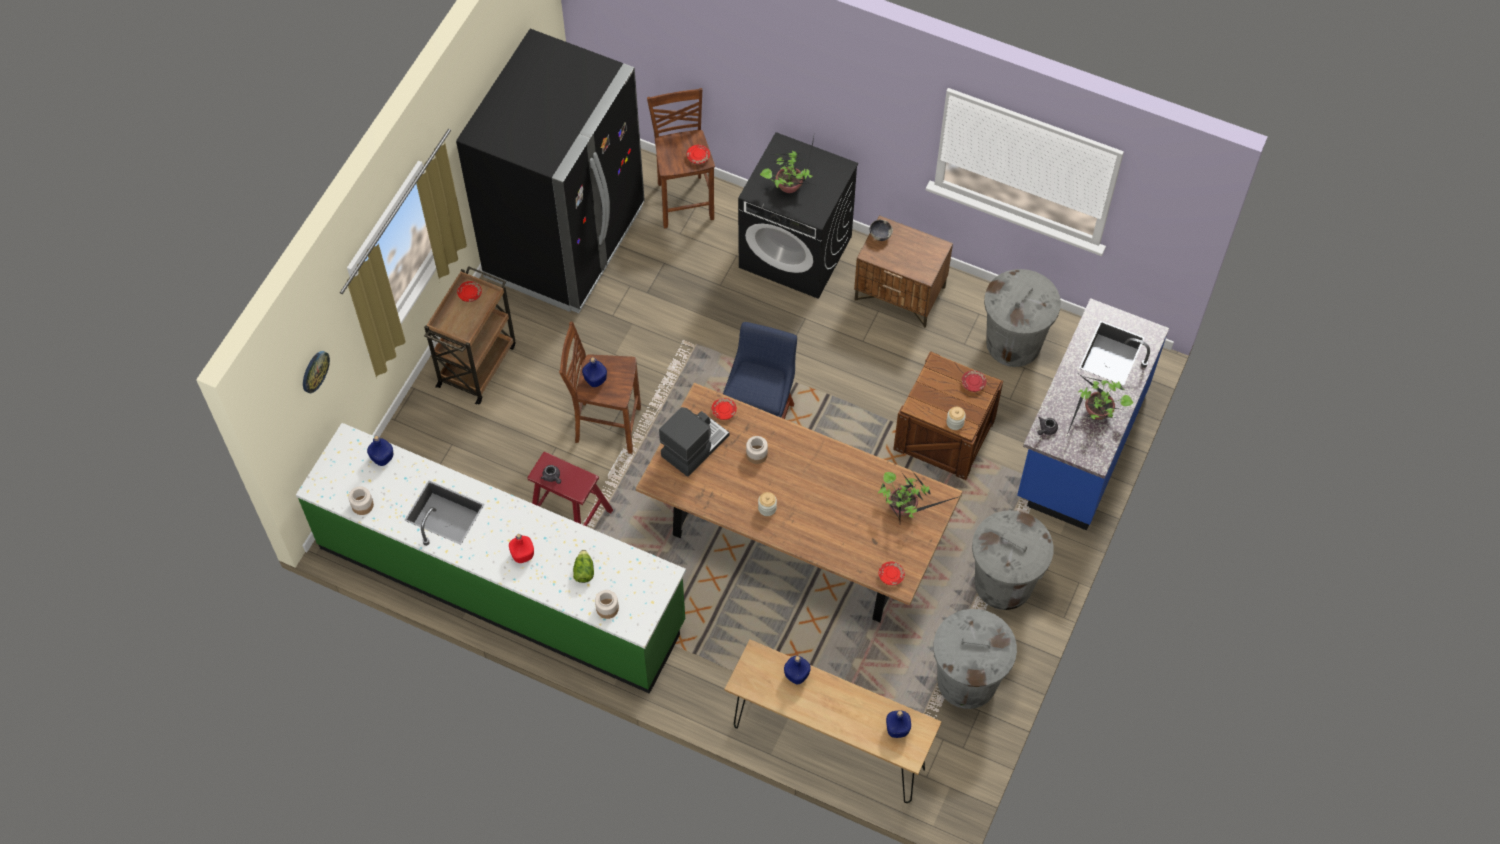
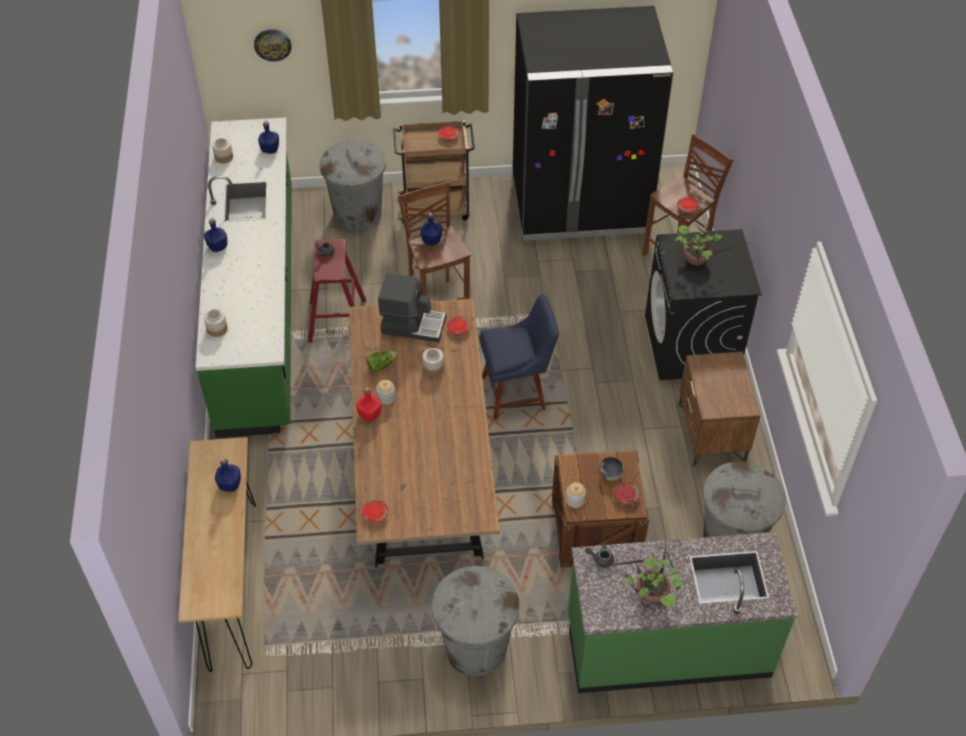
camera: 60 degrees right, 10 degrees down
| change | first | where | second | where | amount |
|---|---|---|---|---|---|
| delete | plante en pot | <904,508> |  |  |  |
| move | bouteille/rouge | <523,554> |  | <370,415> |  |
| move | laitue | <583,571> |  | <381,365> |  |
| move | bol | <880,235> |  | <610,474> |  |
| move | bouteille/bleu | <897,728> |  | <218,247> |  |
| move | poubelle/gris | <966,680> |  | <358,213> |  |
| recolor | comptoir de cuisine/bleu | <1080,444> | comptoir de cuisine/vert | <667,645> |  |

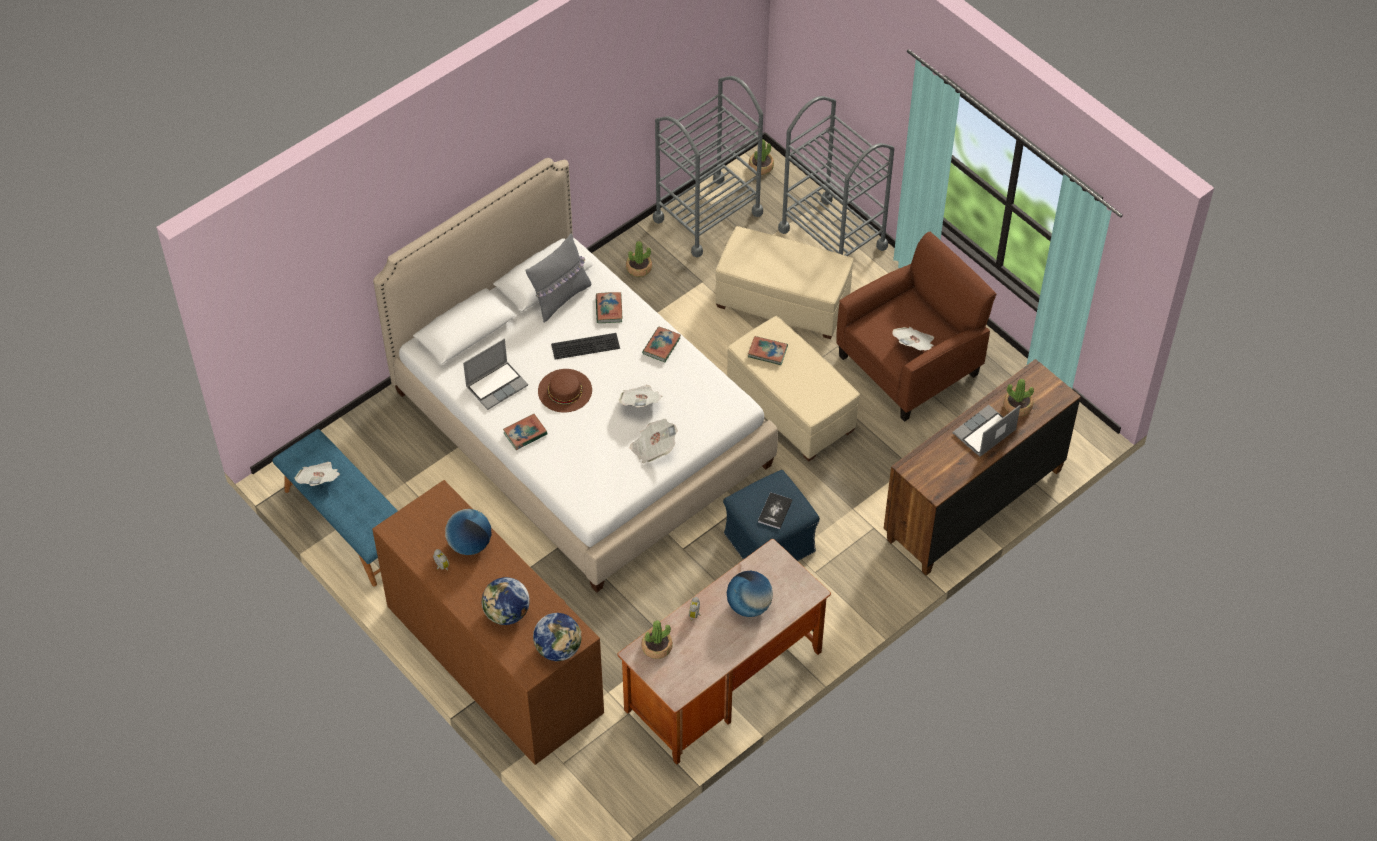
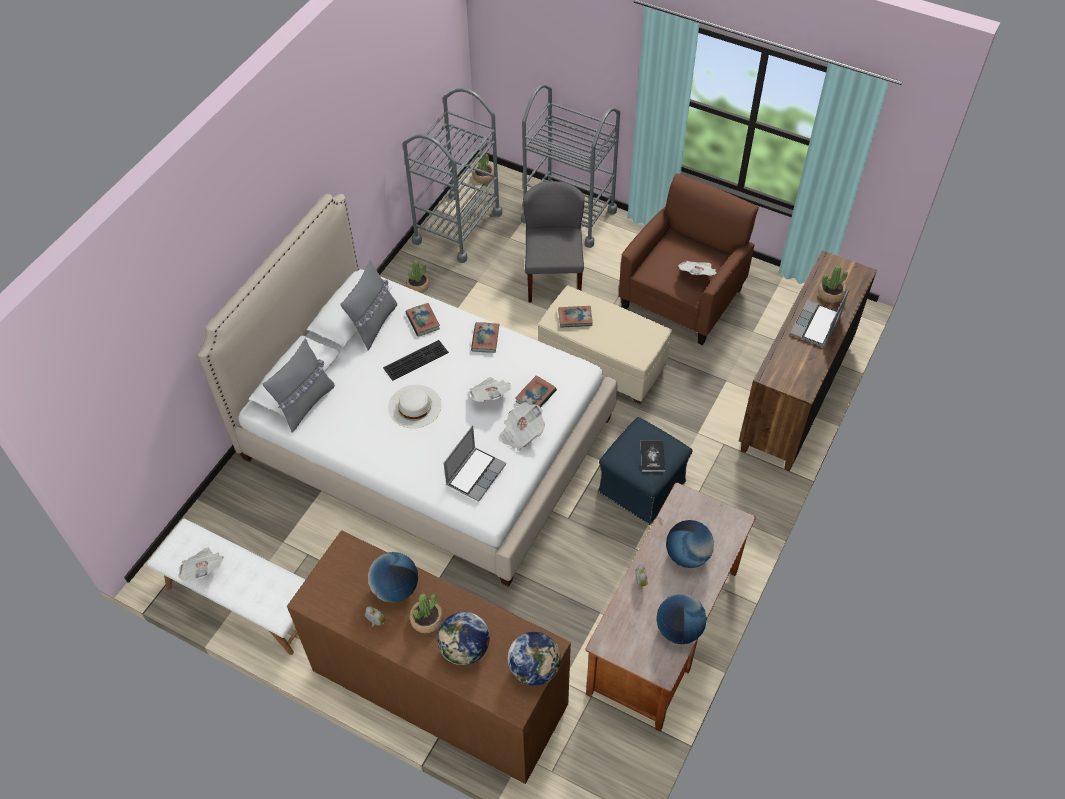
camera: 20 degrees left, 0 degrees up
| change | first | where | second | where | amount |
|---|---|---|---|---|---|
| insert |  |  | coussin/gris | <305,404> |  |
| insert |  |  | globe | <679,629> |  |
| move | ordinateur portable | <497,385> |  | <475,474> |  |
| move | livre | <525,434> |  | <535,396> |  |
| move | plante en pot | <657,647> |  | <427,619> |  |
| replace | pouf/beige | <783,302> | chaise/gris | <553,278> |  |
| recolor | banc/bleu | <347,524> | banc/blanc | <242,601> |  |
| recolor | chapeau/marron | <565,390> | chapeau/blanc | <414,406> |  |

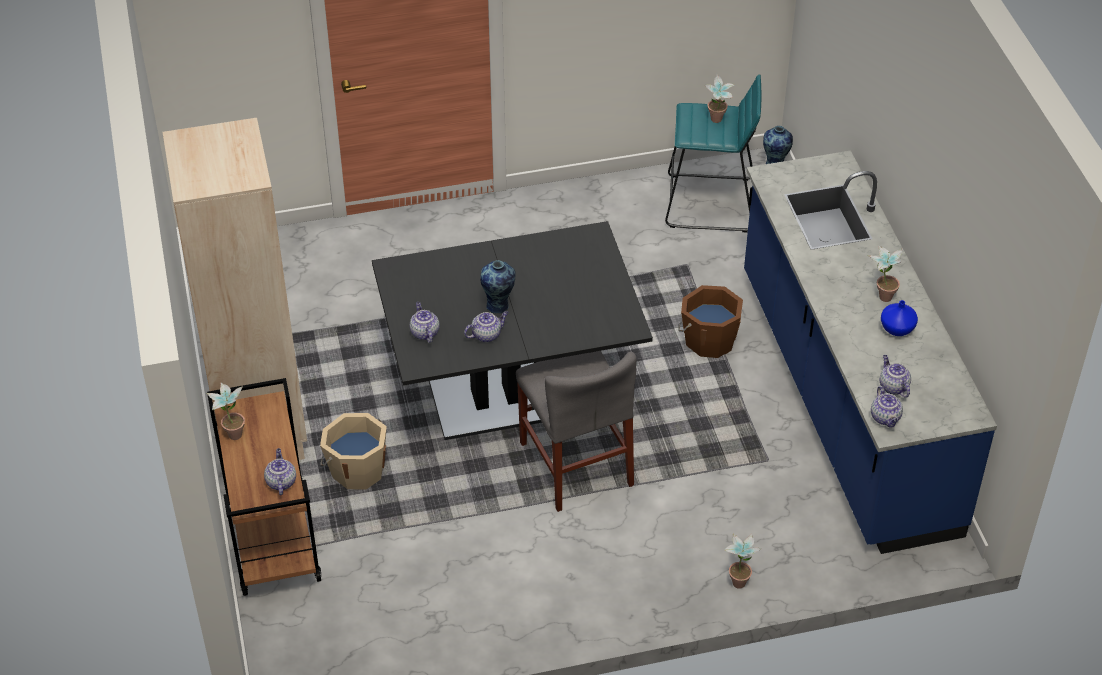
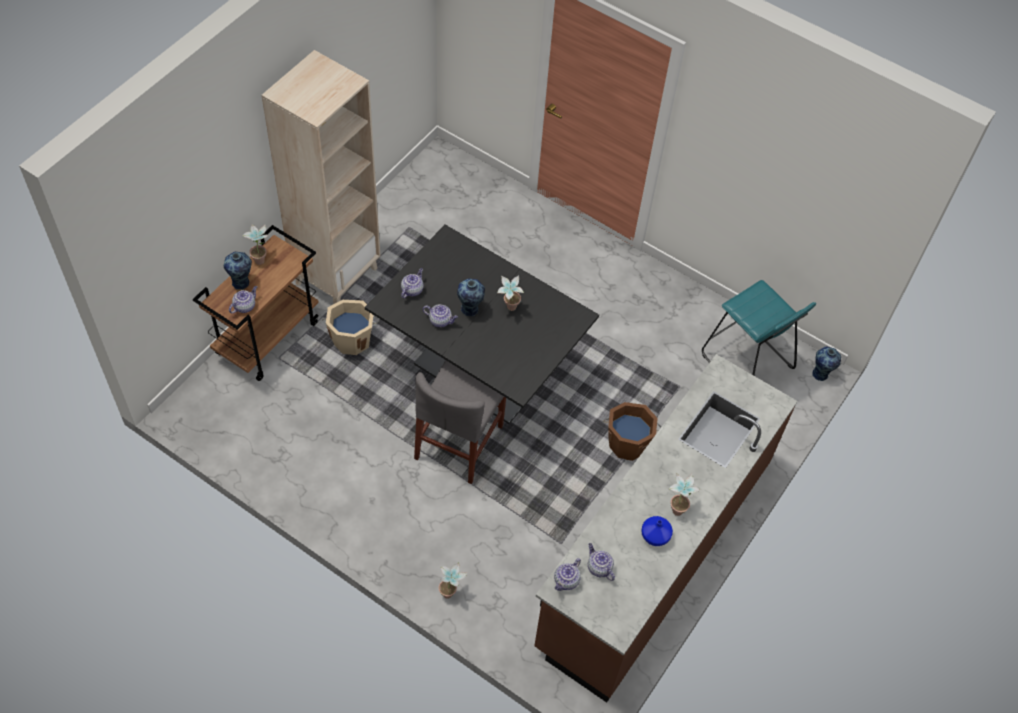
camera: 45 degrees right, 10 degrees up
| change | first | where | second | where | amount |
|---|---|---|---|---|---|
| insert |  |  | vase | <241,283> |  |
| move | plante en pot | <717,122> |  | <509,309> |  |
| recolor | comptoir de cuisine/bleu | <844,402> | comptoir de cuisine/marron | <653,554> |  |
| rotate | théière | <893,386> |  | <599,567> | 60 degrees counterclockwise |

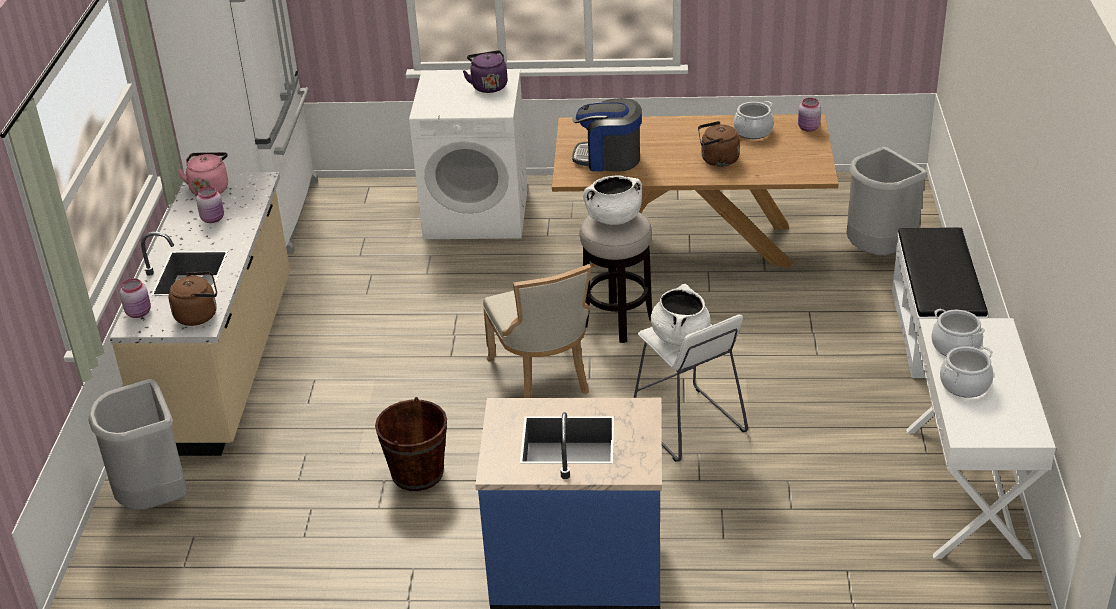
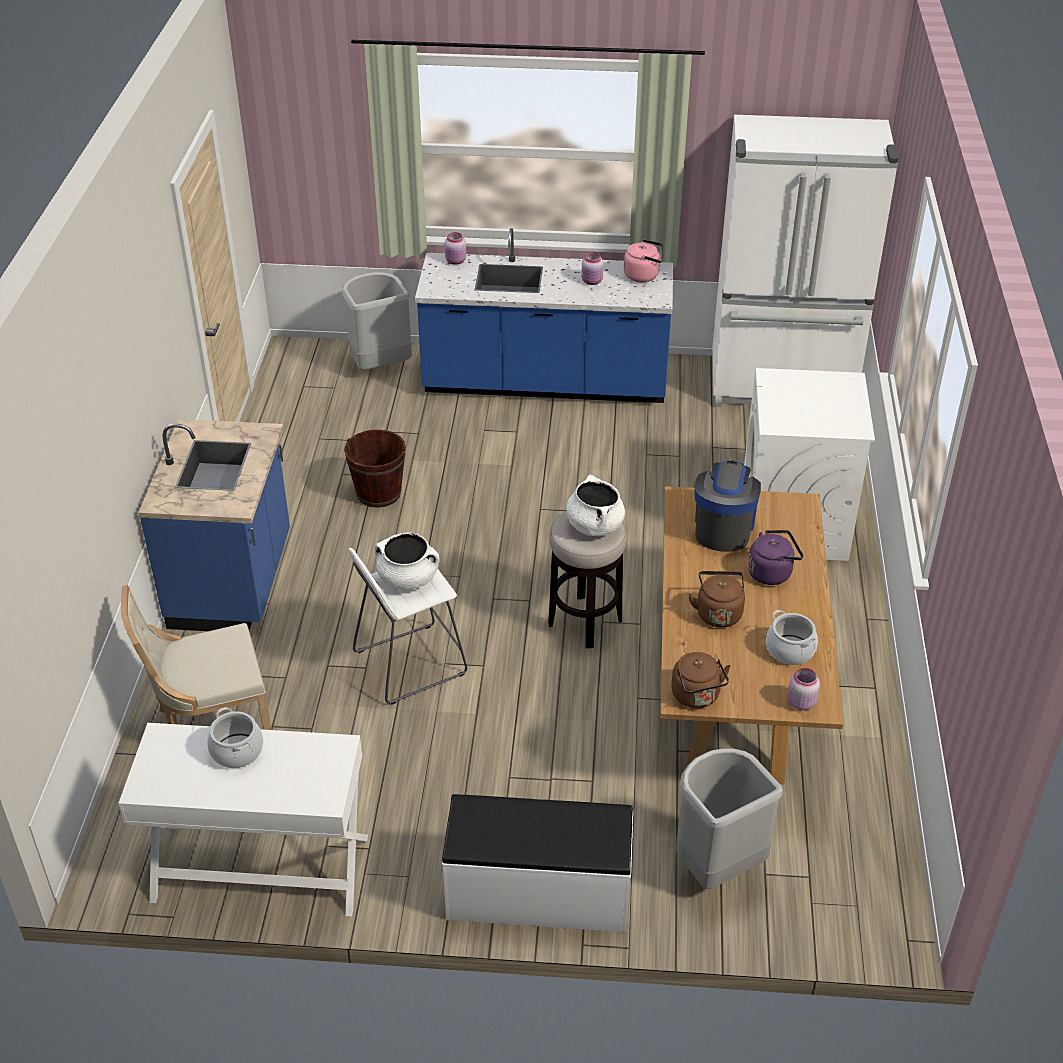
camera: 90 degrees right, 5 degrees up
| change | first | where | second | where | amount |
|---|---|---|---|---|---|
| delete | marmite | <955,346> |  |  |  |
| move | bouilloire/marron | <199,315> |  | <697,697> |  |
| move | bouilloire/violet | <488,86> |  | <772,572> |  |
| move | chaise/beige | <543,377> |  | <210,724> |  |
| recolor | comptoir de cuisine/beige | <226,364> | comptoir de cuisine/bleu | <545,383> |  |

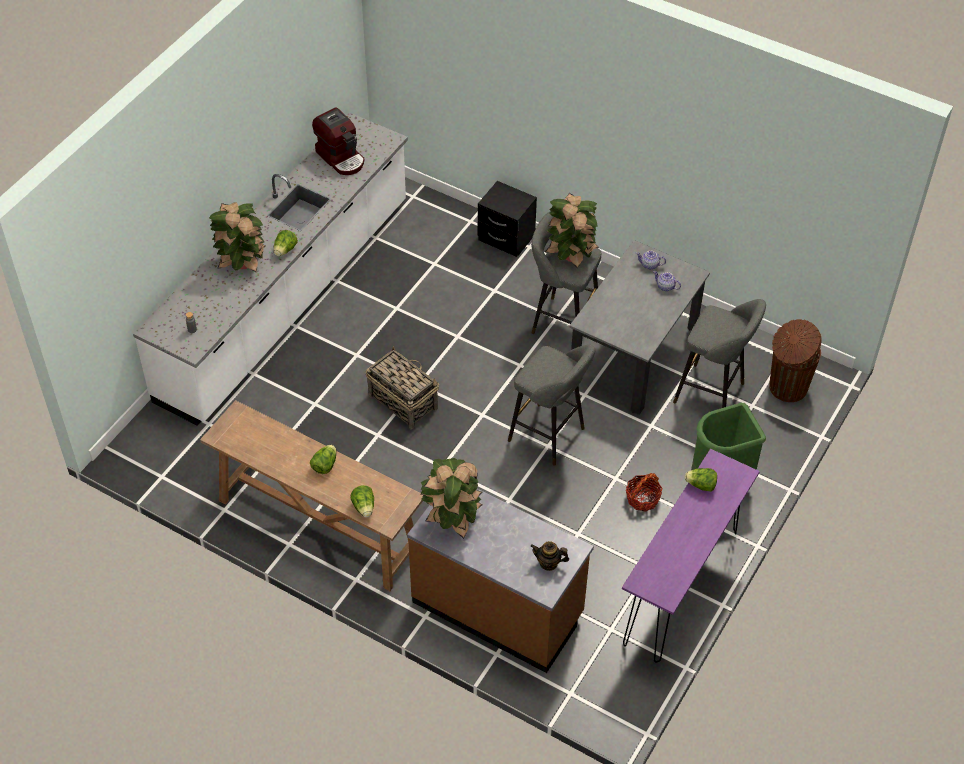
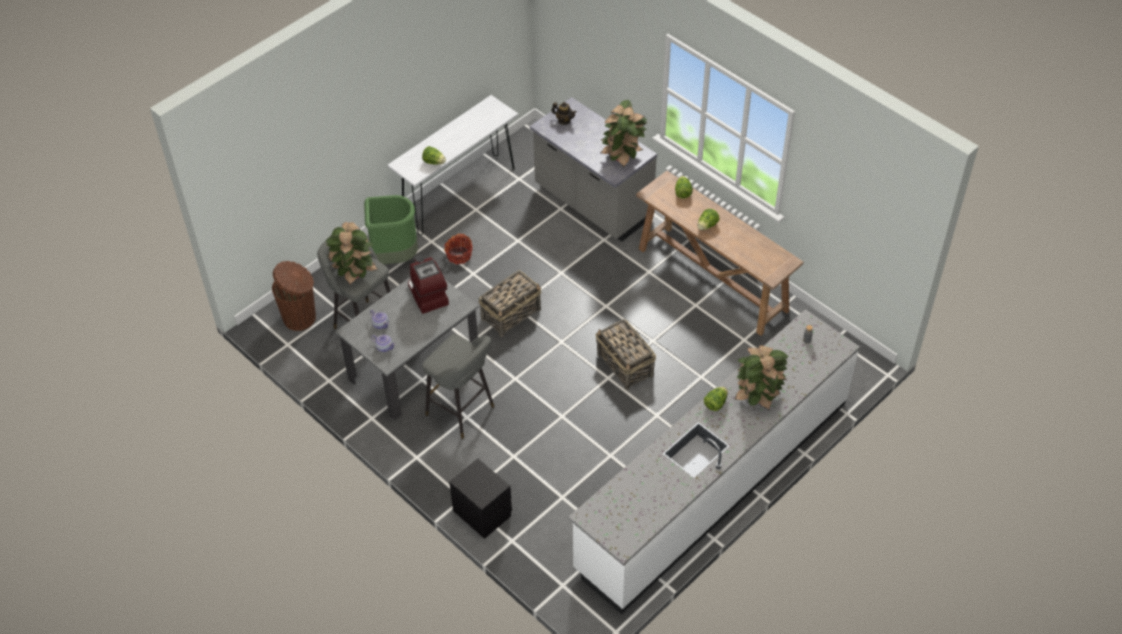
camera: 165 degrees left, 0 degrees up
| change | first | where | second | where | amount |
|---|---|---|---|---|---|
| move | machine à café | <341,157> |  | <427,294> |  |
| move | plante en pot | <571,254> |  | <354,274> |  |
| replace | tabouret/gris | <550,436> | panier | <511,314> |  |
| recolor | comptoir de cuisine/marron | <498,608> | comptoir de cuisine/gris | <592,204> |  |
| recolor | table console/violet | <681,587> | table console/blanc | <459,194> |  |

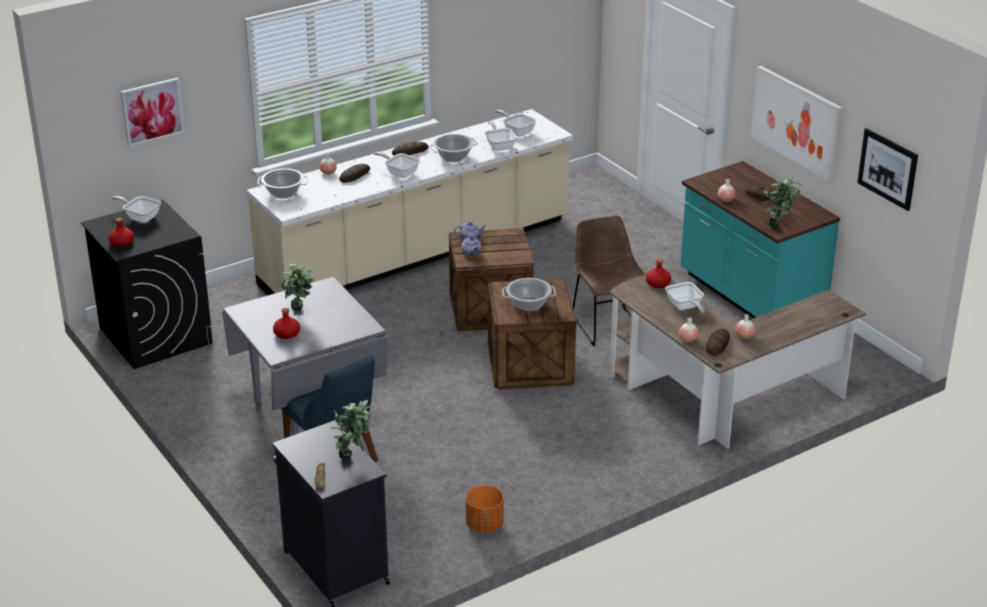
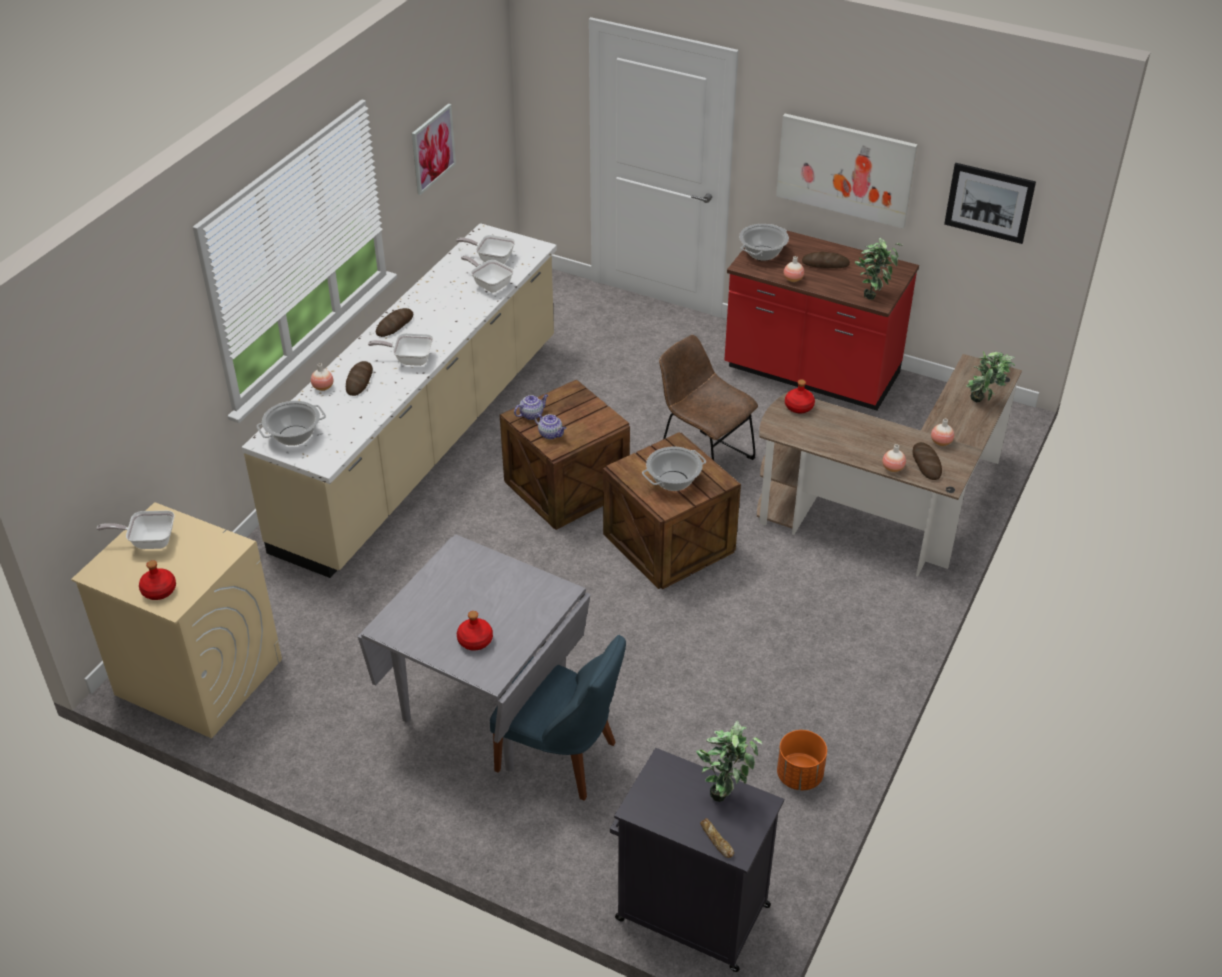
camera: 30 degrees left, 10 degrees up
| change | first | where | second | where | amount |
|---|---|---|---|---|---|
| delete | poêle | <685,307> |  |  |  |
| move | tableau | <152,111> |  | <432,148> |  |
| move | plante en pot | <300,312> |  | <984,402> |  |
| move | marmite | <453,157> |  | <762,253> |  |
| recolor | lave-linge/noir | <155,335> | lave-linge/beige | <198,676> |  |
| recolor | comptoir de cuisine/turquoise | <750,297> | comptoir de cuisine/rouge | <811,373> |  |

